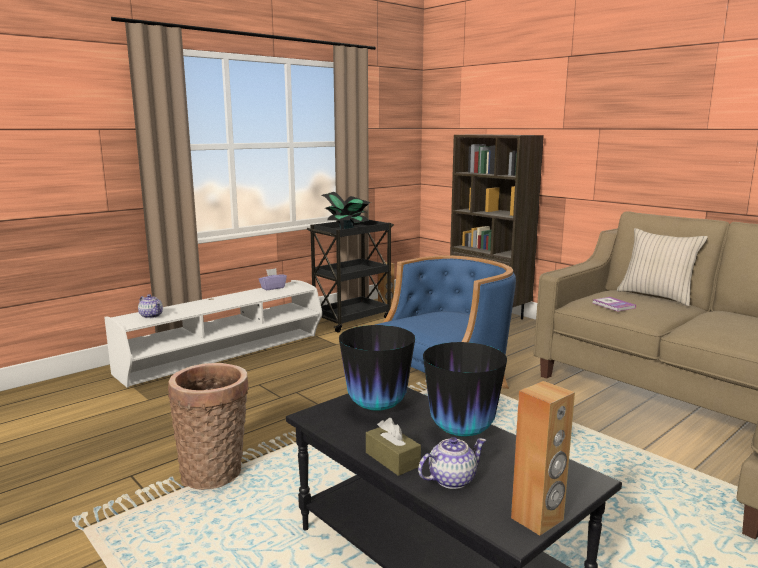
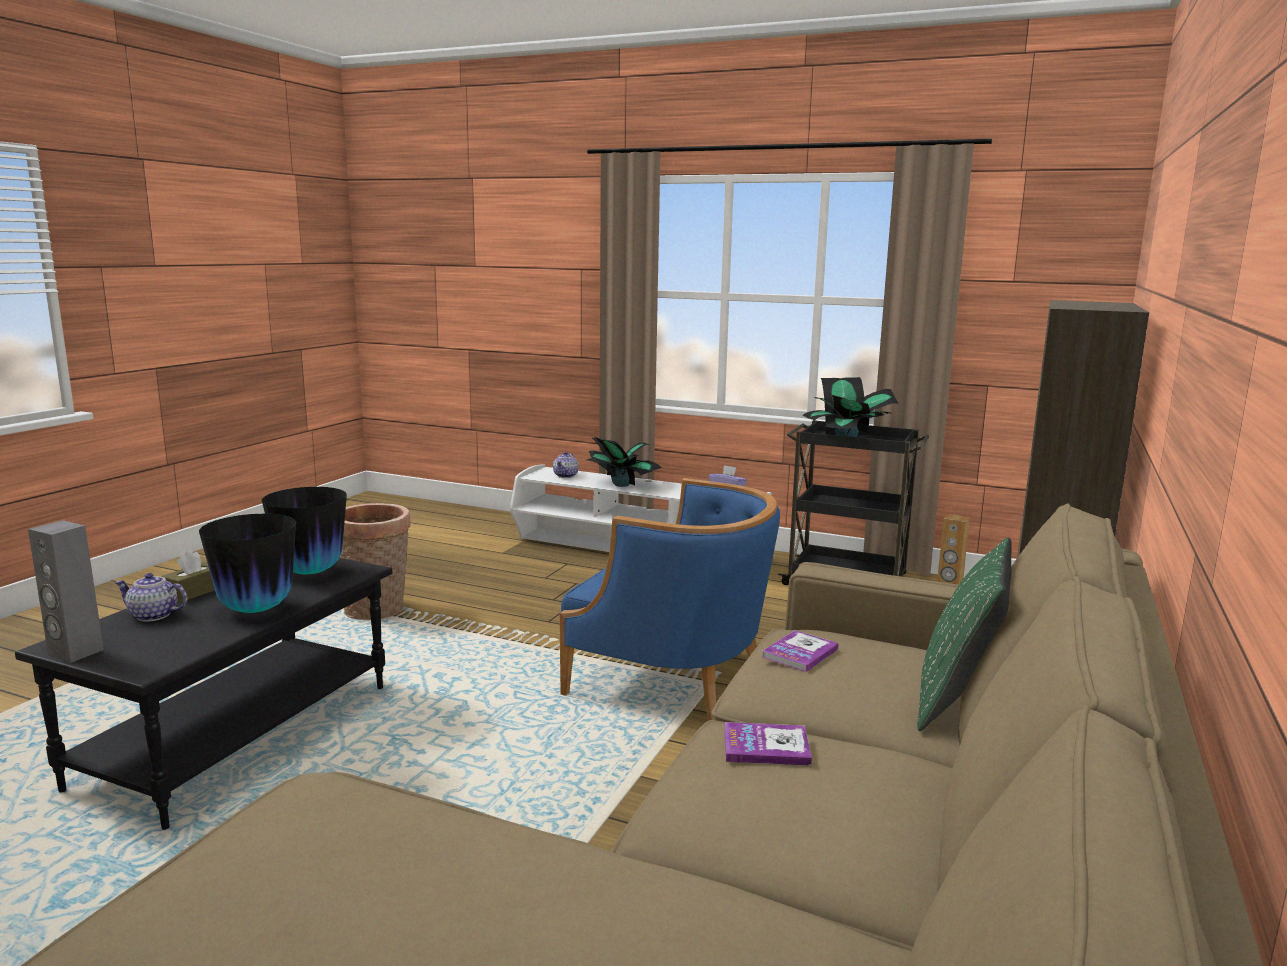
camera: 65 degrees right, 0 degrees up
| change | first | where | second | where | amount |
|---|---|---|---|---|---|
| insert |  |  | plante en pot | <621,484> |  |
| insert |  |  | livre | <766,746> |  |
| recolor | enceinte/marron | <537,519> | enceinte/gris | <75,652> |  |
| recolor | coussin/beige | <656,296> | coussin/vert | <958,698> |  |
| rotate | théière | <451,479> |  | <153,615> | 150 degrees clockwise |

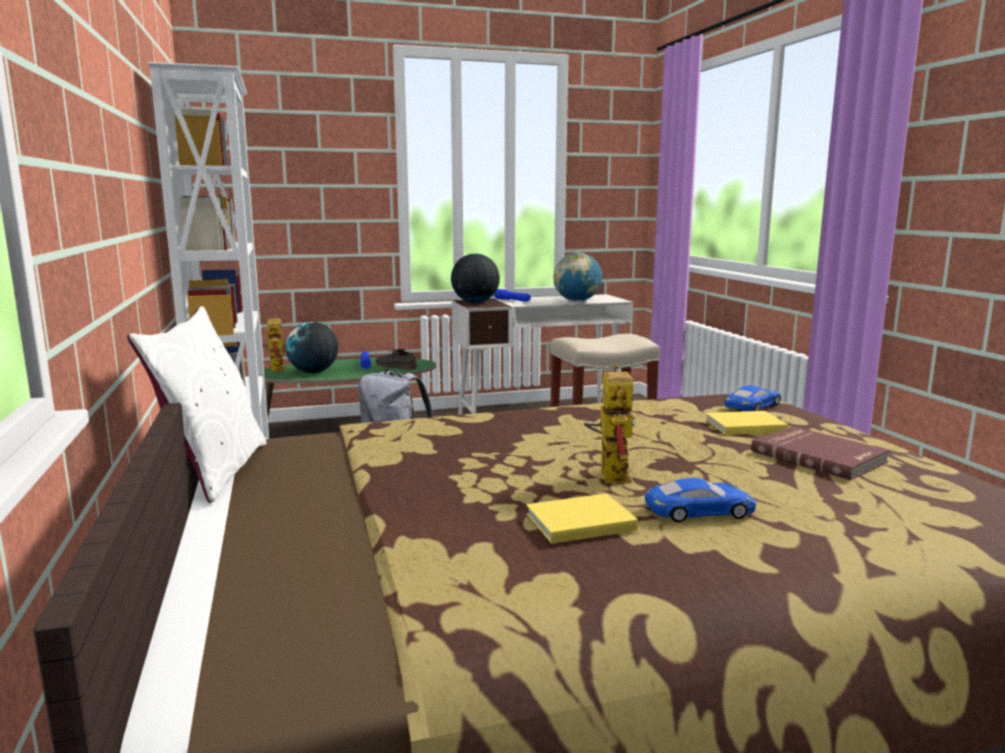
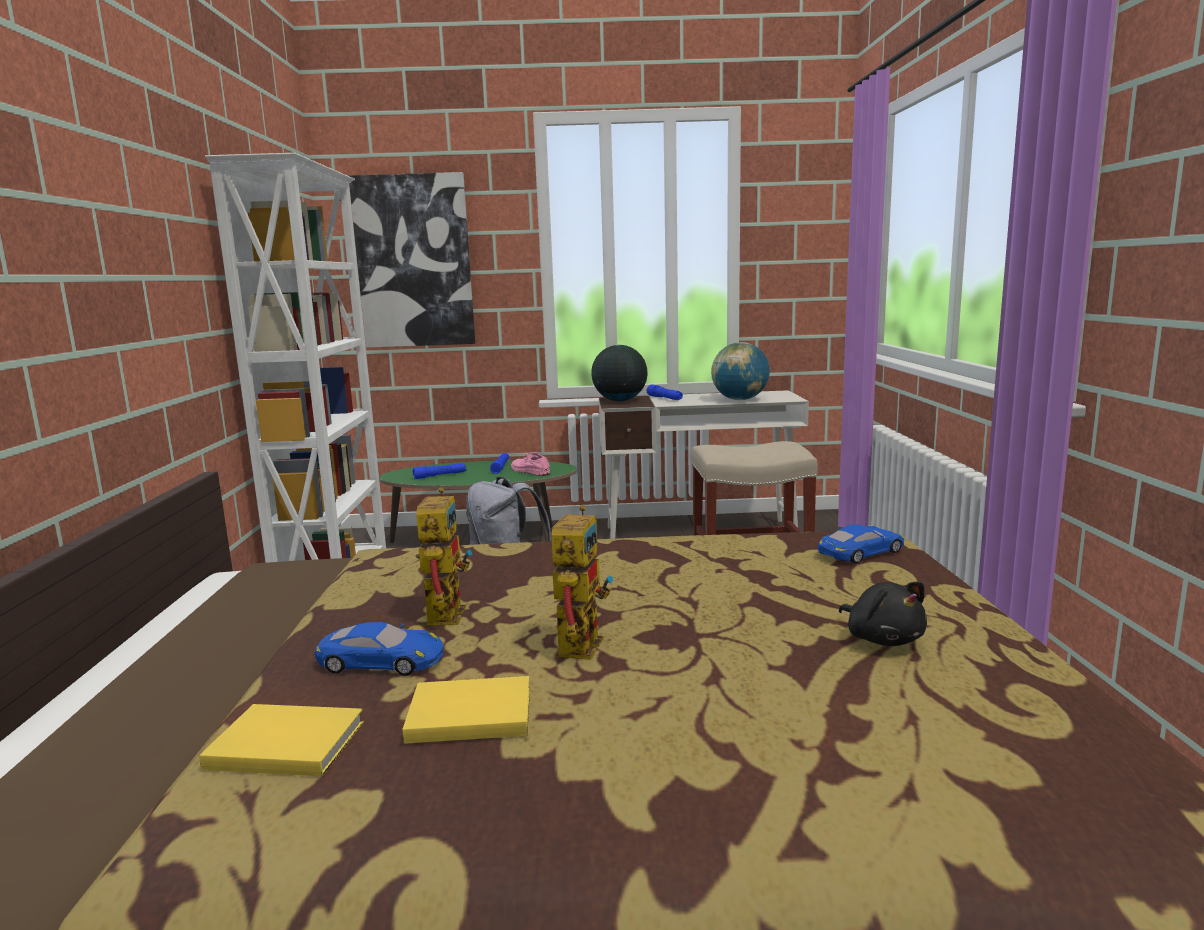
camera: 15 degrees right, 0 degrees up
| change | first | where | second | where | amount |
|---|---|---|---|---|---|
| delete | coussin/blanc | <213,471> |  |  |  |
| insert |  |  | tableau | <414,262> |  |
| move | robot jouet | <276,368> |  | <444,611> |  |
| move | petite voiture/bleu | <699,510> |  | <381,661> |  |
| move | livre/jaune | <743,426> |  | <284,743> |  |
| replace | globe | <313,372> | lampe de poche/bleu | <440,476> |  |
| replace | livre/rouge | <819,456> | peluche/noir | <882,638> |  |
| recolor | chaussure/gris | <395,366> | chaussure/rose | <529,471> |  |

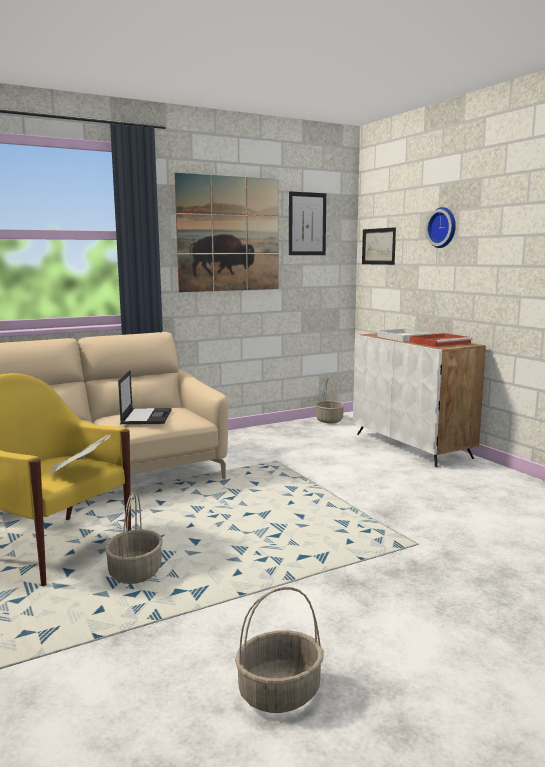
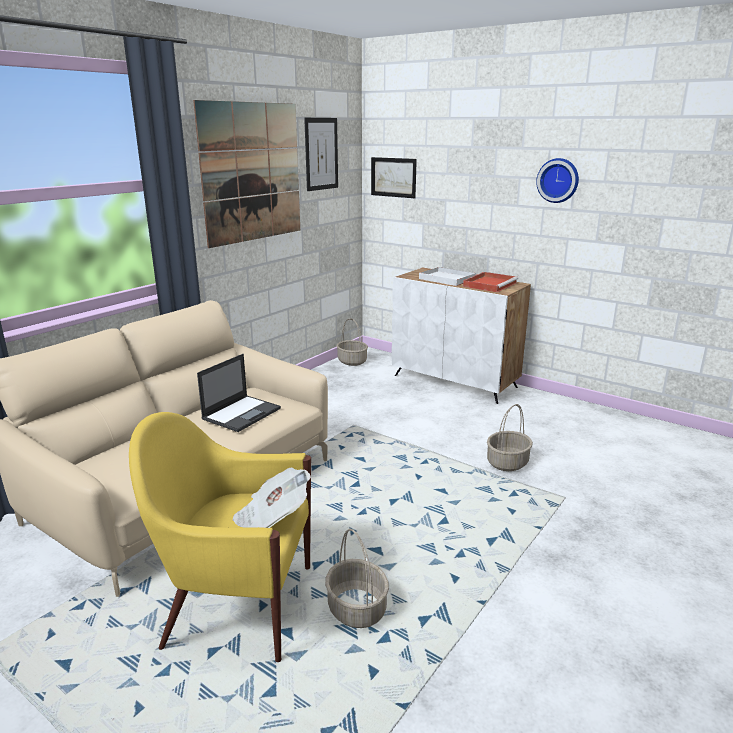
camera: 25 degrees left, 10 degrees up
| change | first | where | second | where | amount |
|---|---|---|---|---|---|
| move | panier | <279,693> |  | <507,463> |  |
| move | horloge murale | <443,227> |  | <558,180> |  |
| rotate | ordinateur portable | <146,416> |  | <242,413> | 60 degrees clockwise |

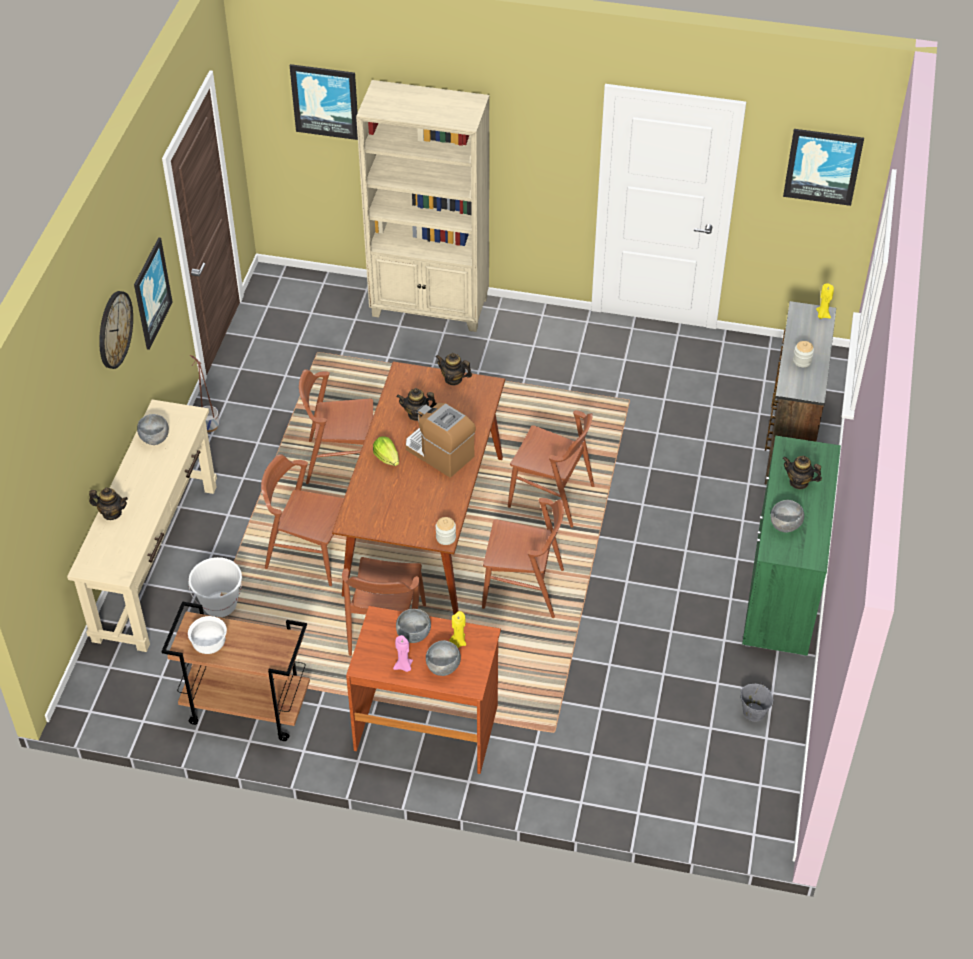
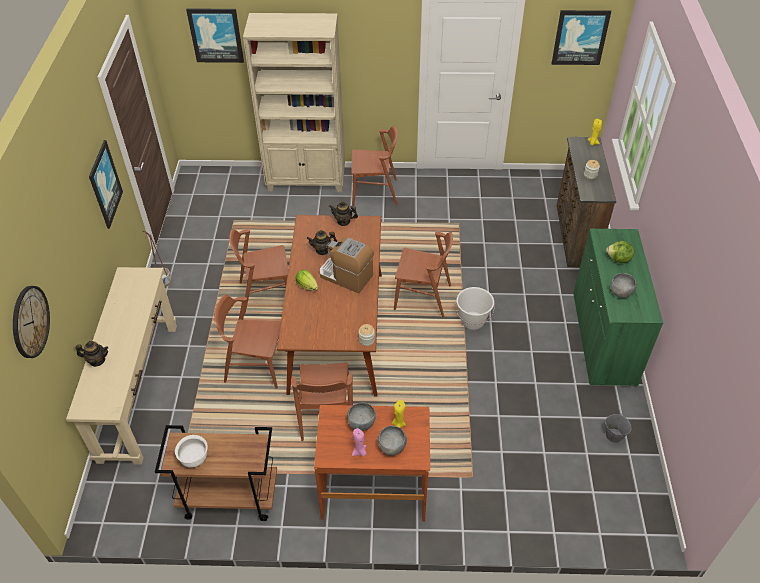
camera: 10 degrees left, 0 degrees up
| change | first | where | second | where | amount |
|---|---|---|---|---|---|
| delete | bol/gris | <155,439> |  |  |  |
| move | horloge murale | <114,329> |  | <30,321> |  |
| move | seau/blanc | <220,605> |  | <472,321> |  |
| move | chaise/marron | <523,588> |  | <375,192> |  |
| replace | théière | <799,482> | laitue | <618,259> |  |

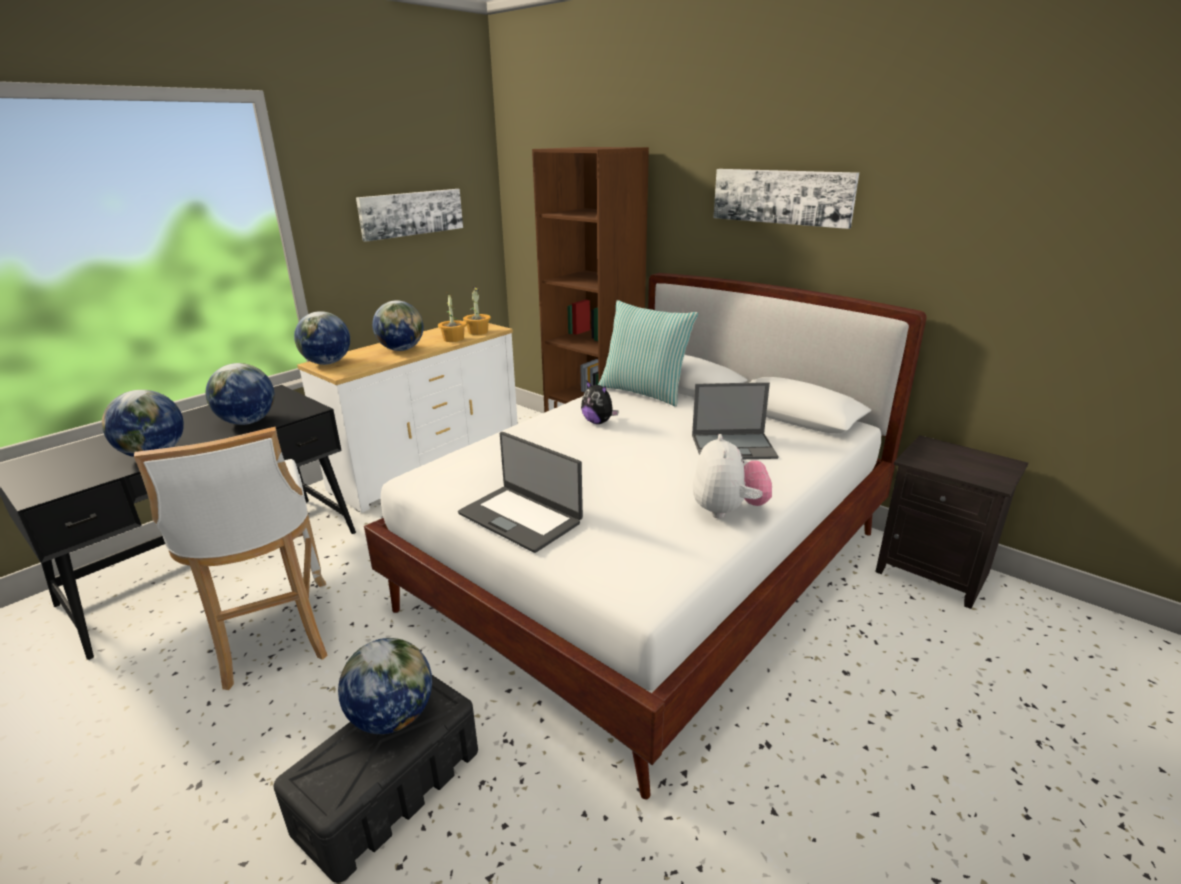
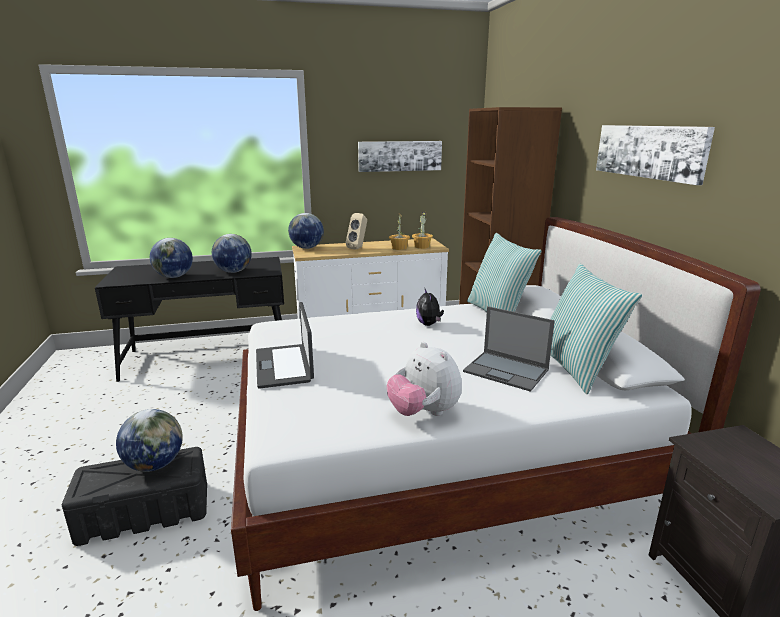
camera: 35 degrees right, 5 degrees down
| change | first | where | second | where | amount |
|---|---|---|---|---|---|
| delete | tabouret/blanc | <273,636> |  |  |  |
| insert |  |  | coussin | <576,367> |  |
| replace | globe | <401,349> | enceinte/beige | <358,248> |  |
| rotate | peluche | <727,510> |  | <424,412> | 105 degrees clockwise |

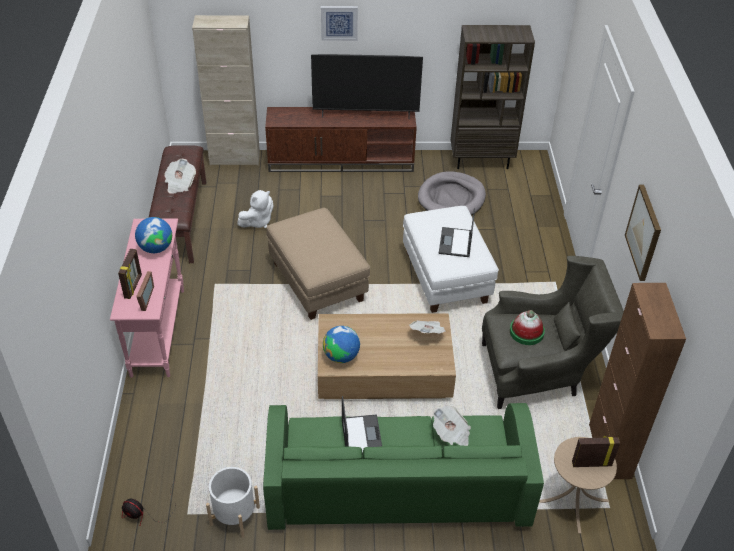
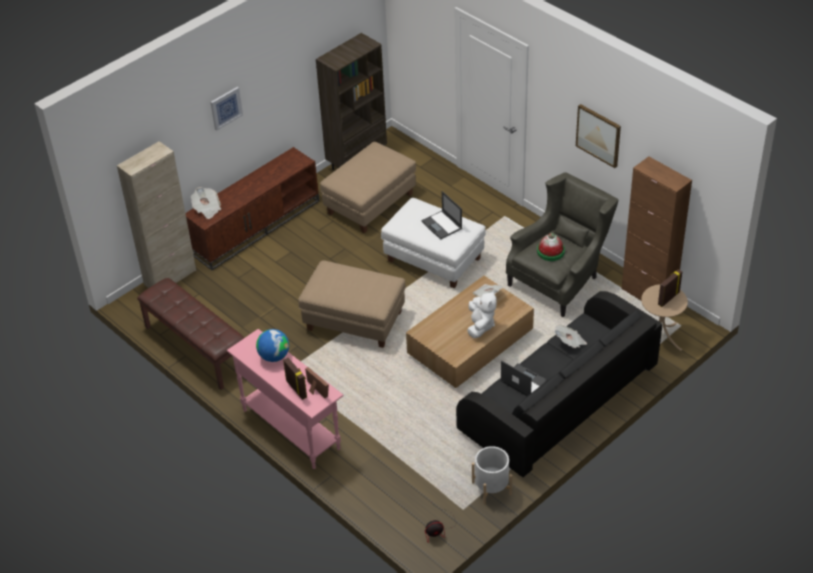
camera: 40 degrees left, 0 degrees up
| change | first | where | second | where | amount |
|---|---|---|---|---|---|
| delete | téléviseur | <365,114> |  |  |  |
| delete | globe | <341,356> |  |  |  |
| move | journal | <180,184> |  | <207,209> |  |
| move | peluche/blanc | <257,222> |  | <480,326> |  |
| replace | panier pour chien/gris | <451,198> | pouf/beige | <370,203> |  |
| recolor | canapé/vert | <396,484> | canapé/noir | <559,400> |  |

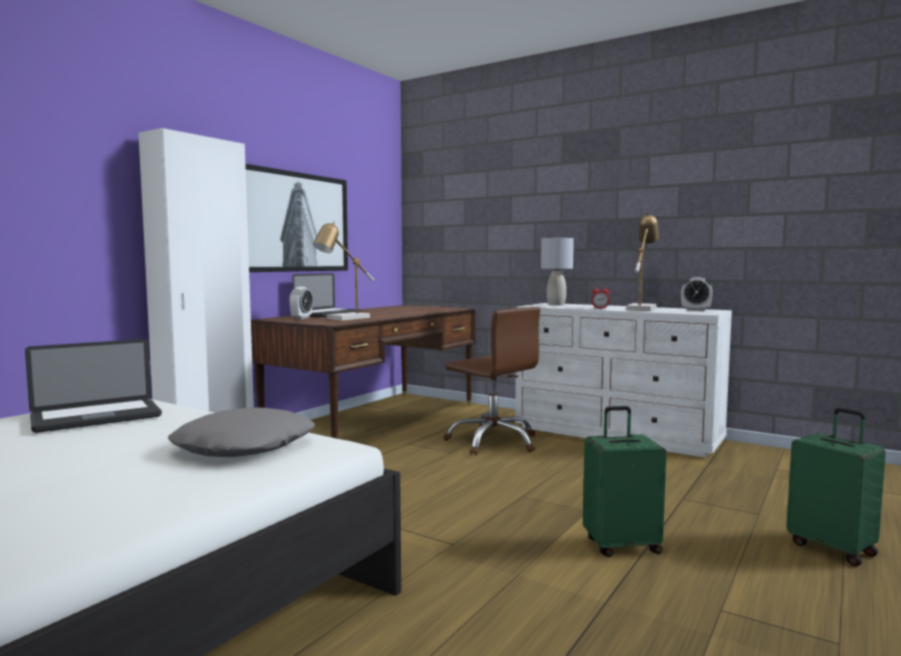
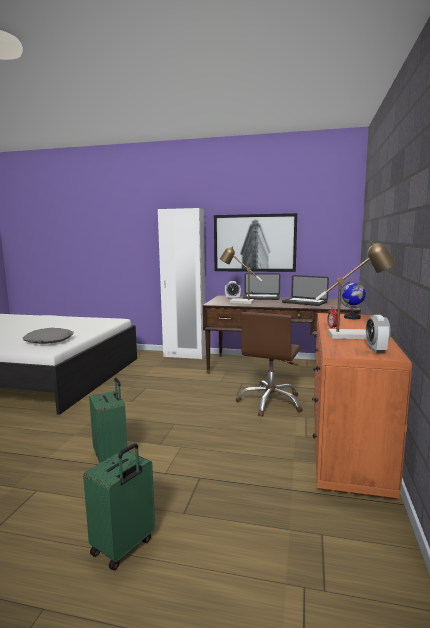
camera: 70 degrees right, 5 degrees up
| change | first | where | second | where | amount |
|---|---|---|---|---|---|
| move | ordinateur portable | <96,417> |  | <304,302> |  |
| replace | lampe de table/gris | <556,304> | globe | <352,317> |  |
| recolor | commode/blanc | <617,434> | commode/orange | <346,443> |  |

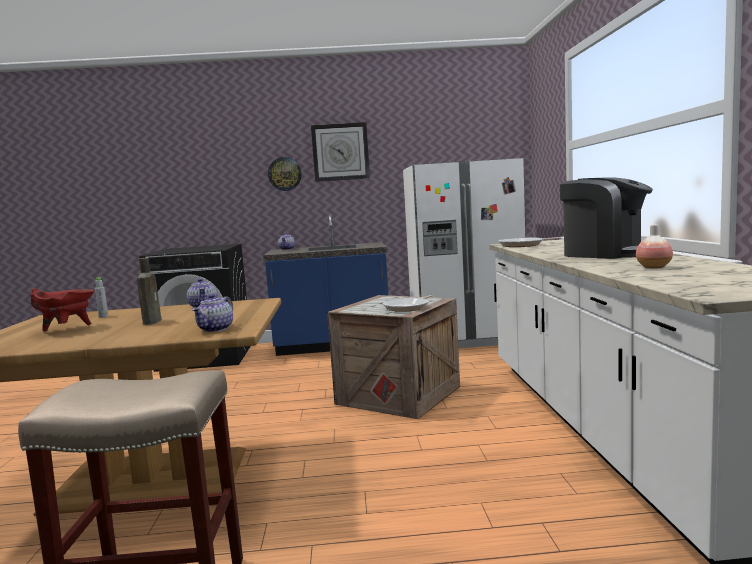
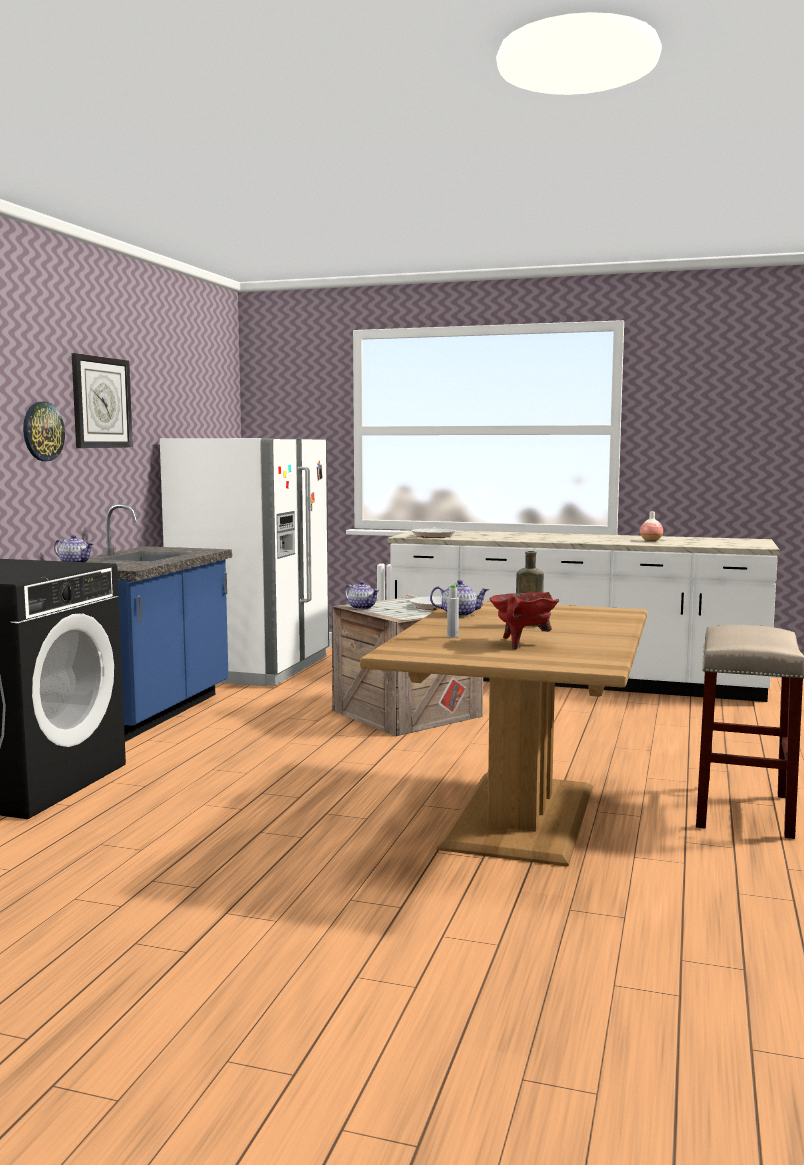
camera: 70 degrees left, 0 degrees up
| change | first | where | second | where | amount |
|---|---|---|---|---|---|
| delete | machine à café | <605,254> |  |  |  |
| move | théière | <216,329> |  | <362,607> |  |

